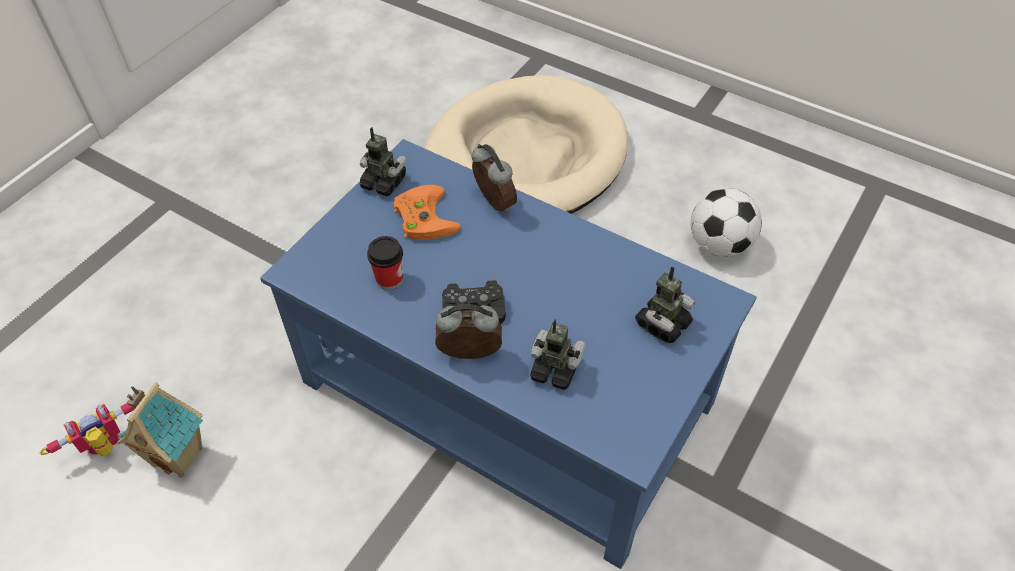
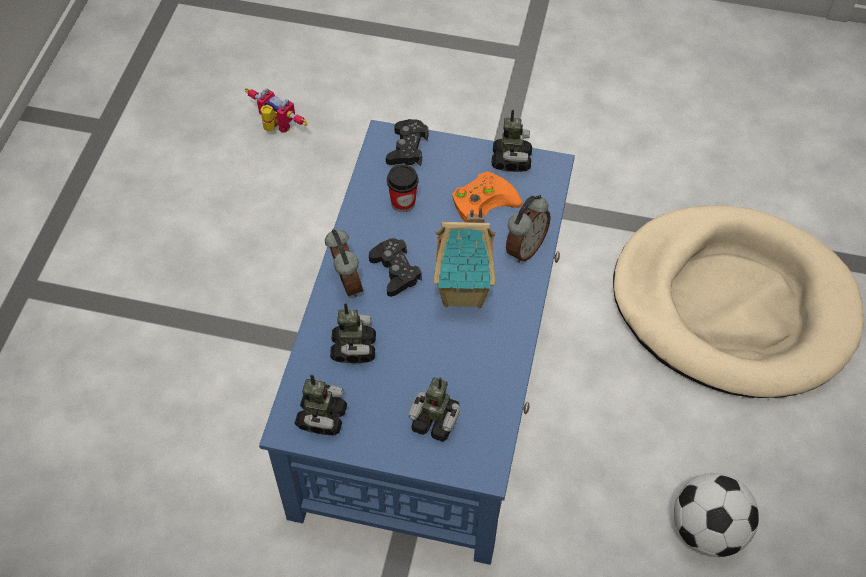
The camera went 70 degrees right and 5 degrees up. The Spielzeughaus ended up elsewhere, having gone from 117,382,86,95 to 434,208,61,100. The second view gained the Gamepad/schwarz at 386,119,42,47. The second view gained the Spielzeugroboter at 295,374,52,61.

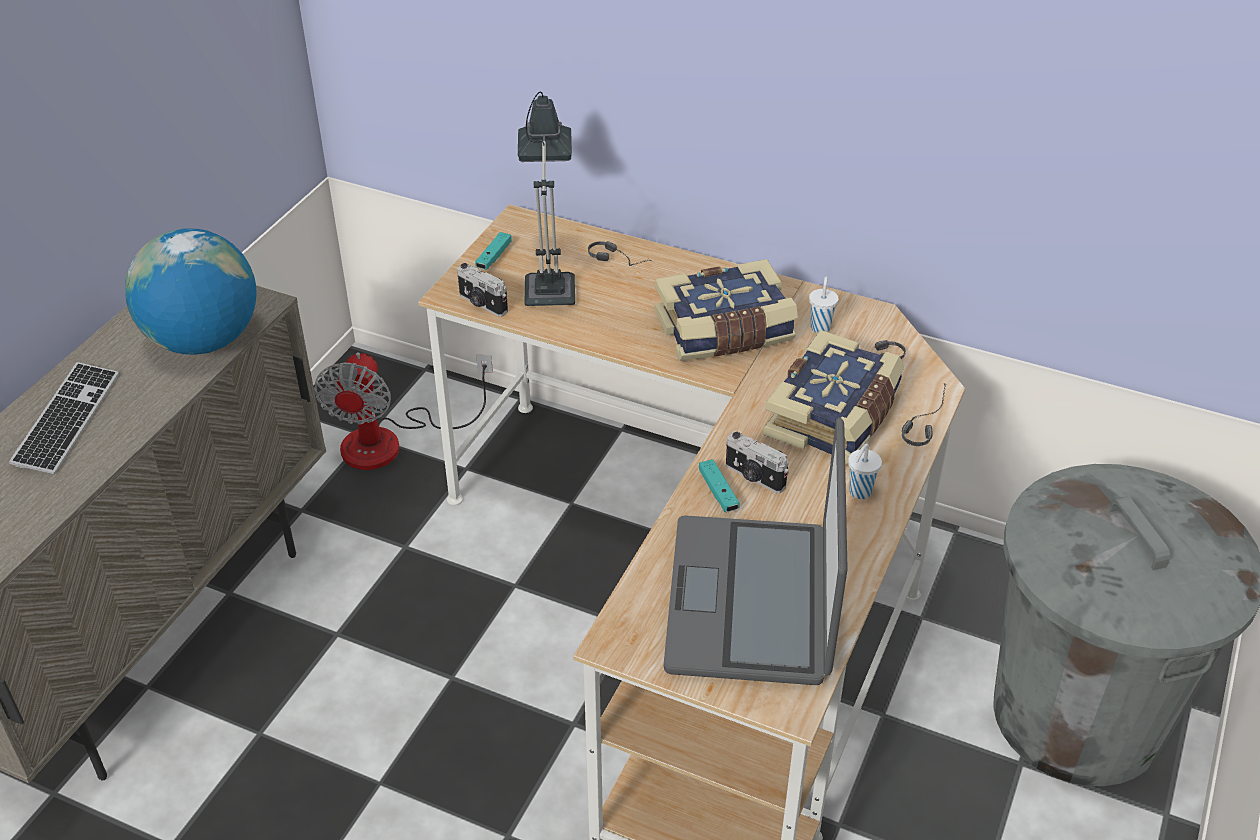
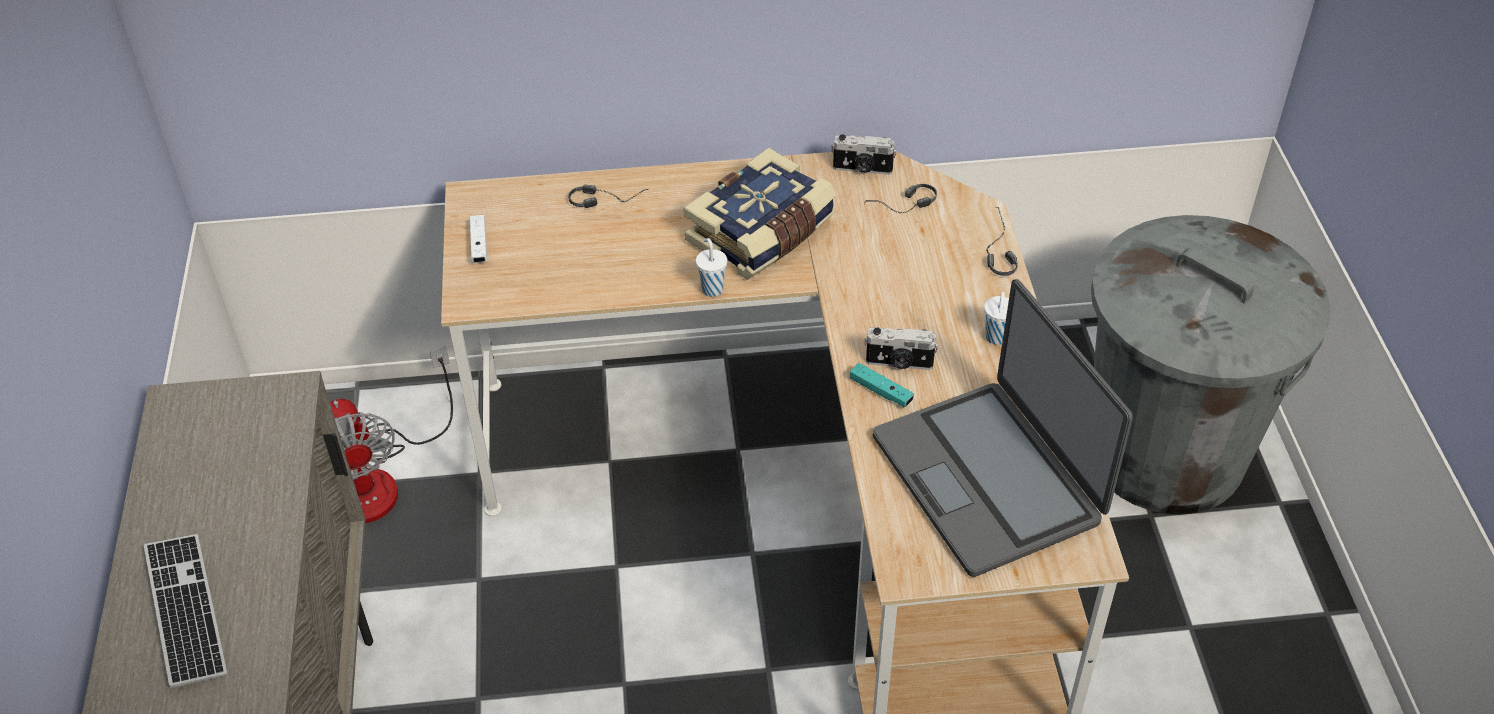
The camera went 30 degrees left and 5 degrees up. The second view lost the Tischlampe at 518,92,57,214. The second view lost the Globus at 125,228,132,127. What was the Gamepad/türkis at 475,232,37,38 turned into the Gamepad/weiß at 470,215,17,48. The Kamera ended up elsewhere, having gone from 457,263,51,54 to 831,134,66,41. The Tasse/weiß ended up elsewhere, having gone from 809,276,30,57 to 696,238,31,59. The second view lost the Buch at 763,330,141,135.

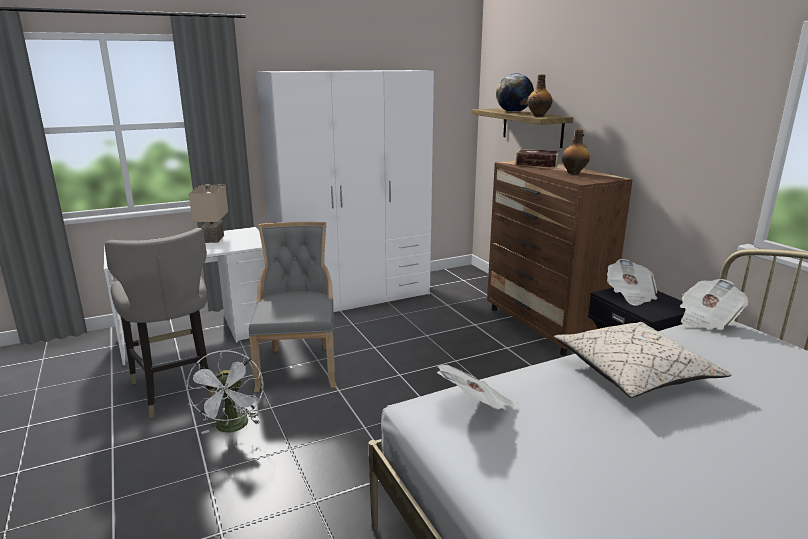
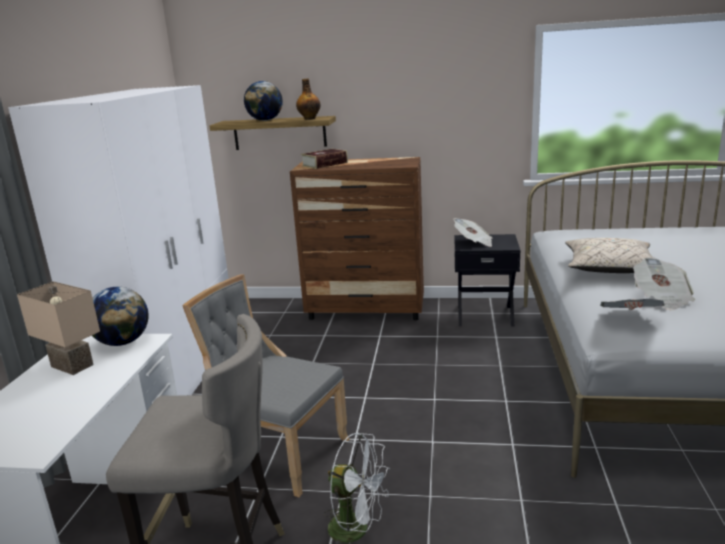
The camera went 55 degrees left and 0 degrees up. The second view lost the Flasche at 562,129,28,45. The Zeitung ended up elsewhere, having gone from 680,279,68,51 to 633,257,62,53. The second view gained the Globus at 92,287,57,59.

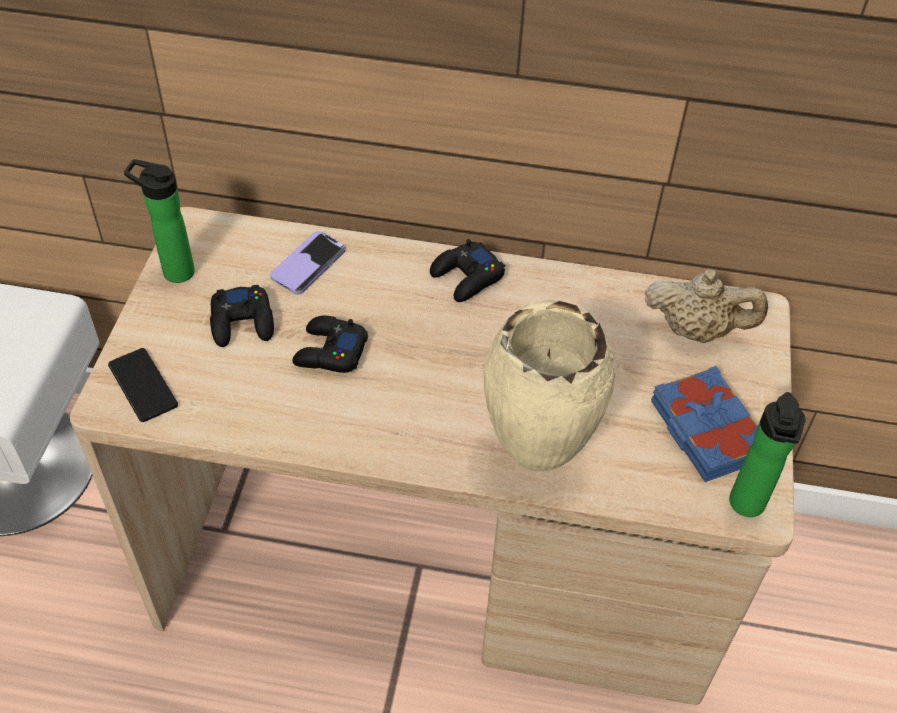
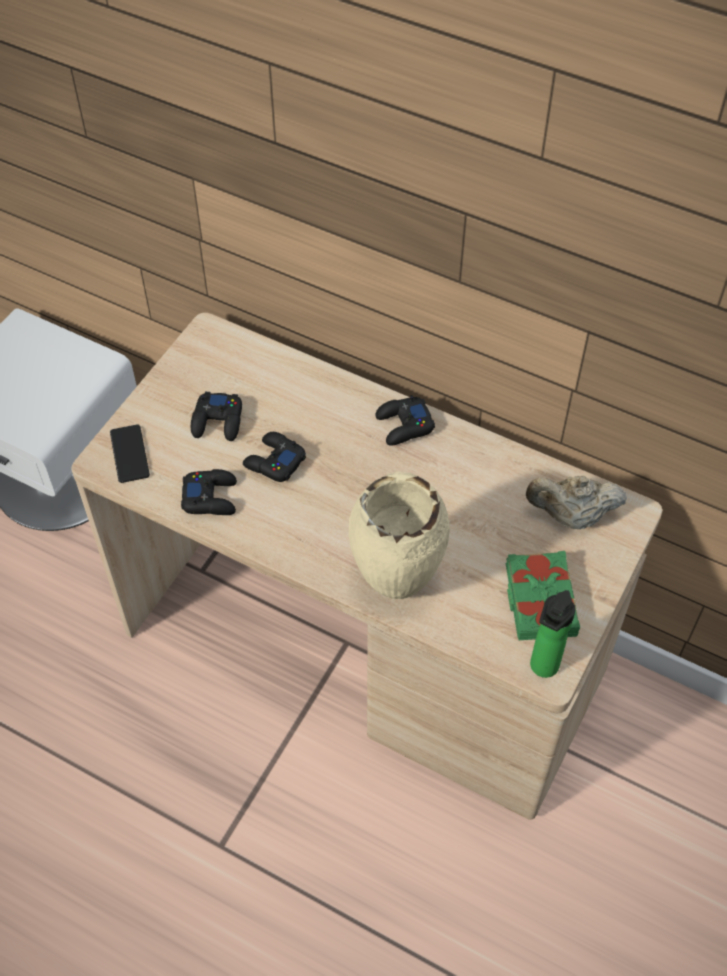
The camera went 20 degrees right and 5 degrees up. The second view lost the Flasche at 124,159,71,124. The second view lost the Handy at 271,231,74,64. The Teekanne/beige at 645,270,123,73 ended up facing another way, 150 degrees clockwise from before. What was the Buch/blau at 651,366,107,116 turned into the Buch/grün at 506,551,74,89. The second view gained the Gamepad/schwarz at 181,469,56,46.

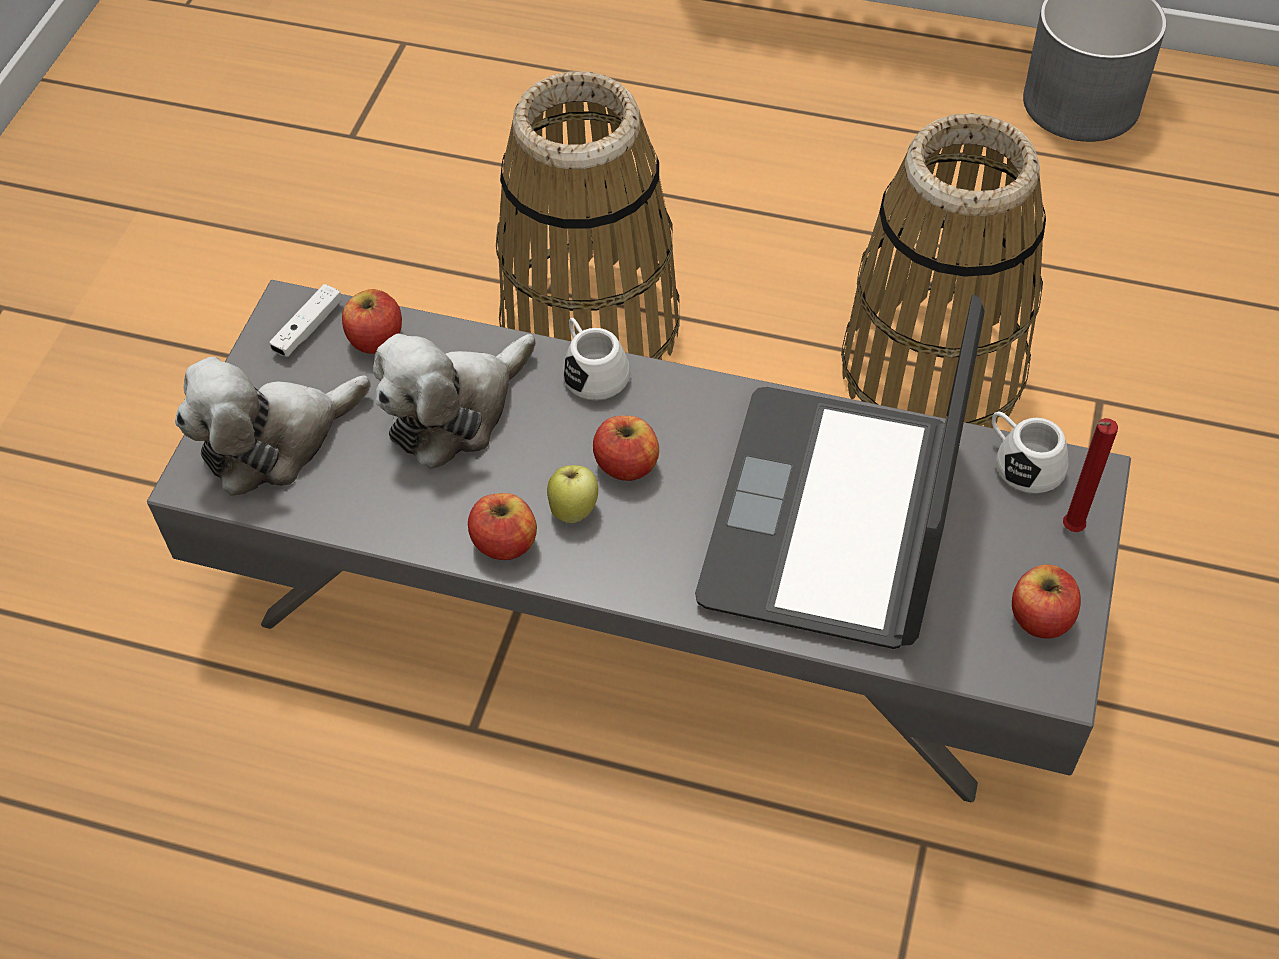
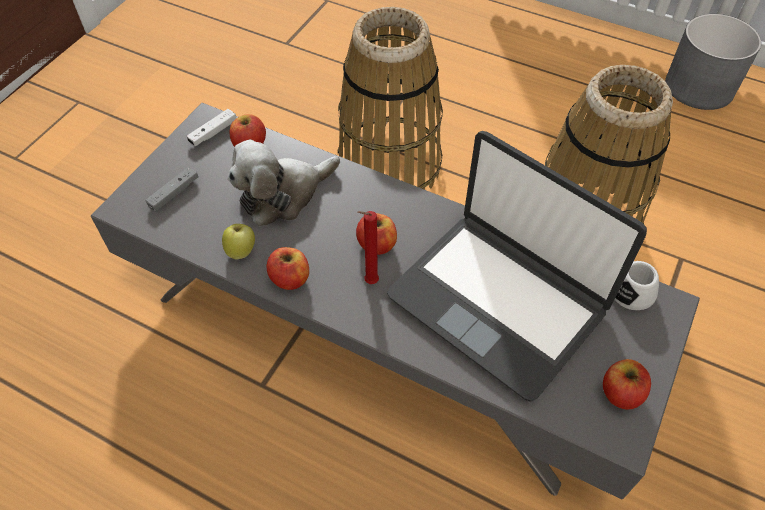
The camera went 10 degrees right and 0 degrees up. The Laptop at 695,294,290,355 ended up facing another way, 75 degrees counterclockwise from before. The second view lost the Henkelbecher/weiß at 563,318,67,83. Where the Plüschtier stood at 175,357,196,139, the Gamepad/grau came to stand at 145,167,53,45. The Kerze/rot ended up elsewhere, having gone from 1063,418,55,114 to 357,211,22,73. The Apfel ended up elsewhere, having gone from 547,465,51,58 to 222,224,33,36.

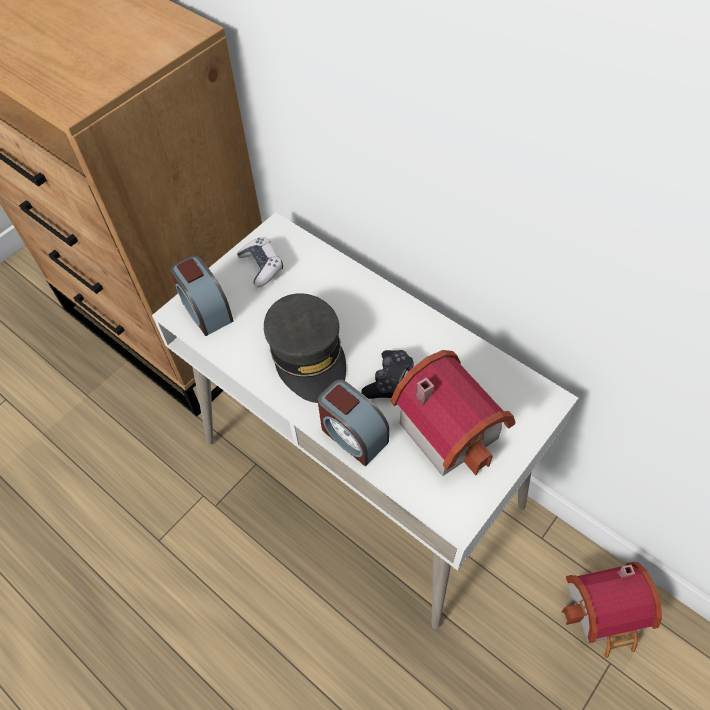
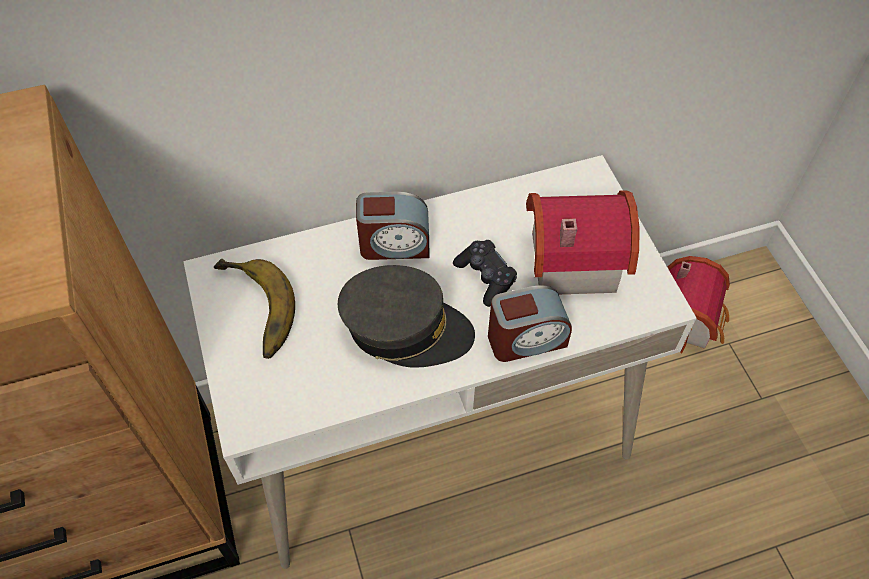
The camera went 60 degrees left and 0 degrees up. Where the Gamepad stood at 237,237,46,50, the Banane came to stand at 214,259,81,100. The Wecker ended up elsewhere, having gone from 170,255,63,81 to 356,192,73,68.

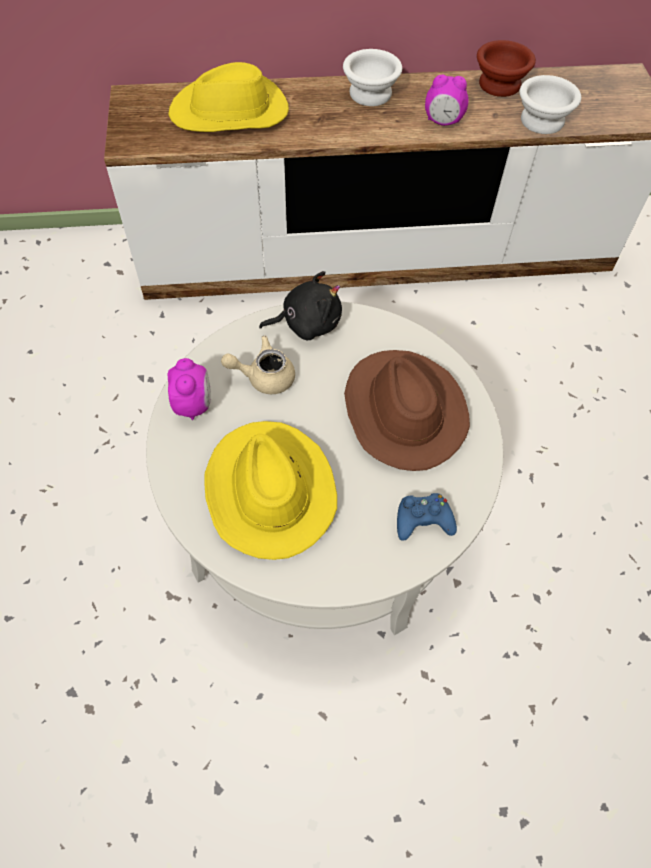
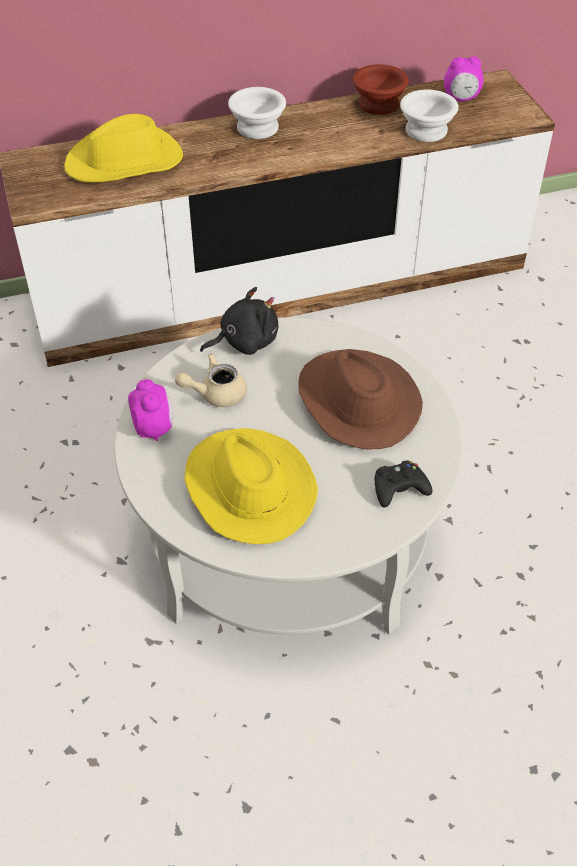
The camera went 10 degrees left and 10 degrees down. The Wecker ended up elsewhere, having gone from 425,75,43,51 to 444,56,40,46. What was the Gamepad/blau at 397,493,60,48 turned into the Gamepad/schwarz at 374,460,58,47.

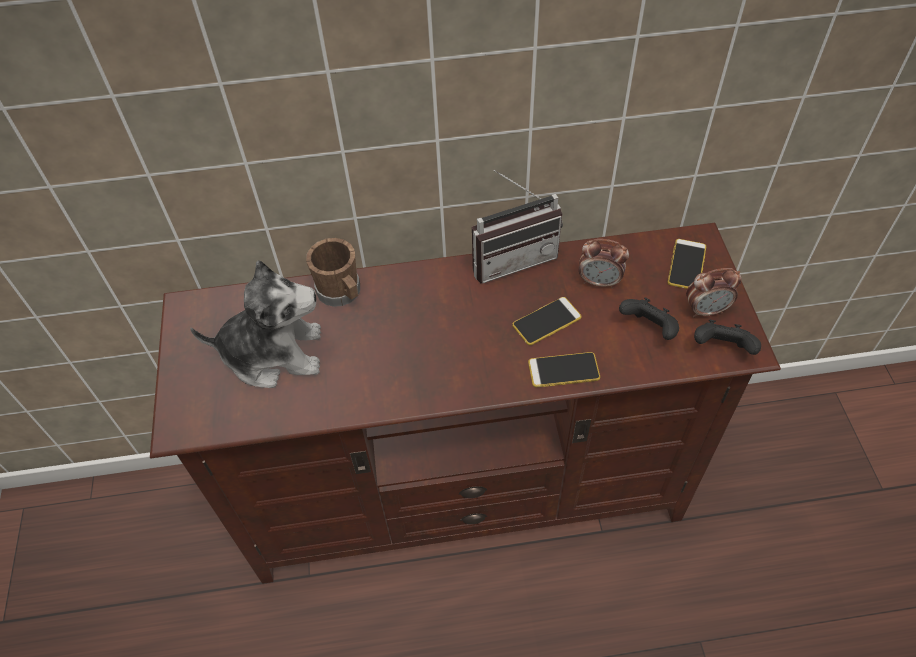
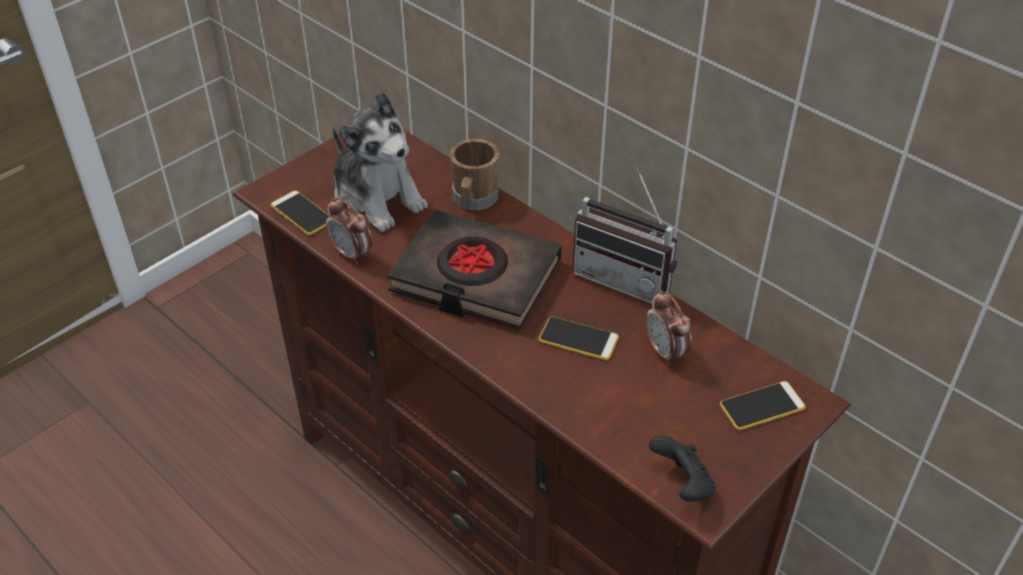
The camera went 50 degrees right and 10 degrees down. The Wecker ended up elsewhere, having gone from 686,268,56,50 to 326,197,47,67. The second view lost the Gamepad/schwarz at 619,297,60,43. The Handy ended up elsewhere, having gone from 528,352,72,35 to 271,191,58,44. The second view gained the Buch/schwarz at 387,210,175,120.

